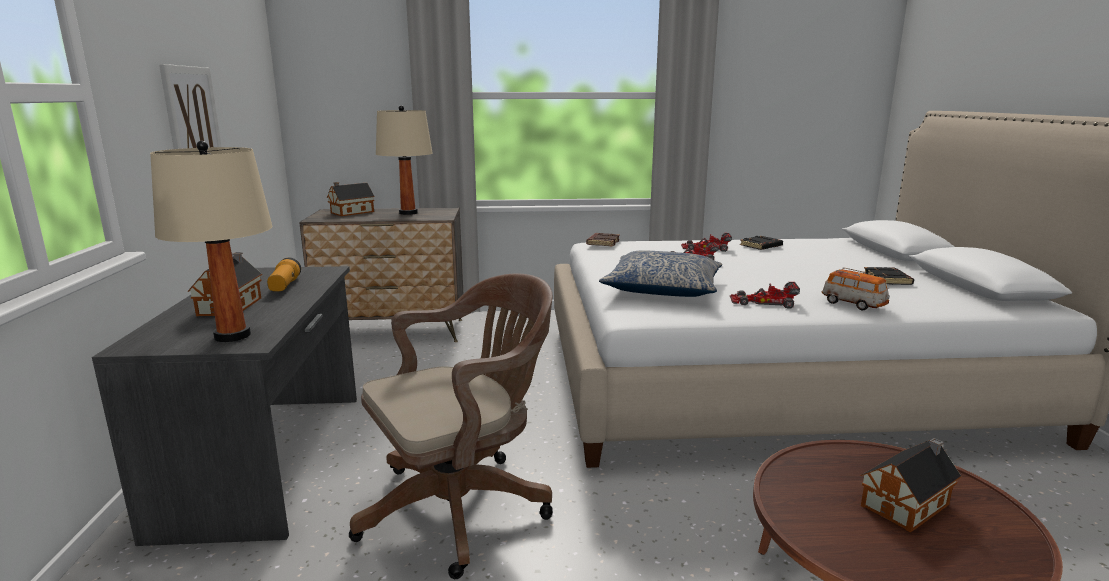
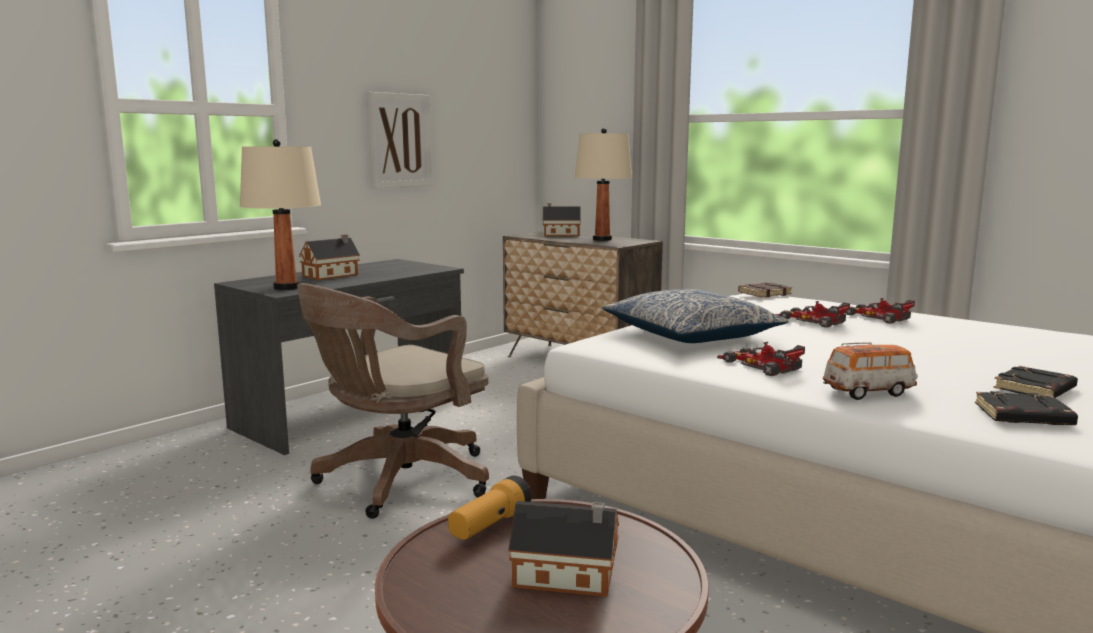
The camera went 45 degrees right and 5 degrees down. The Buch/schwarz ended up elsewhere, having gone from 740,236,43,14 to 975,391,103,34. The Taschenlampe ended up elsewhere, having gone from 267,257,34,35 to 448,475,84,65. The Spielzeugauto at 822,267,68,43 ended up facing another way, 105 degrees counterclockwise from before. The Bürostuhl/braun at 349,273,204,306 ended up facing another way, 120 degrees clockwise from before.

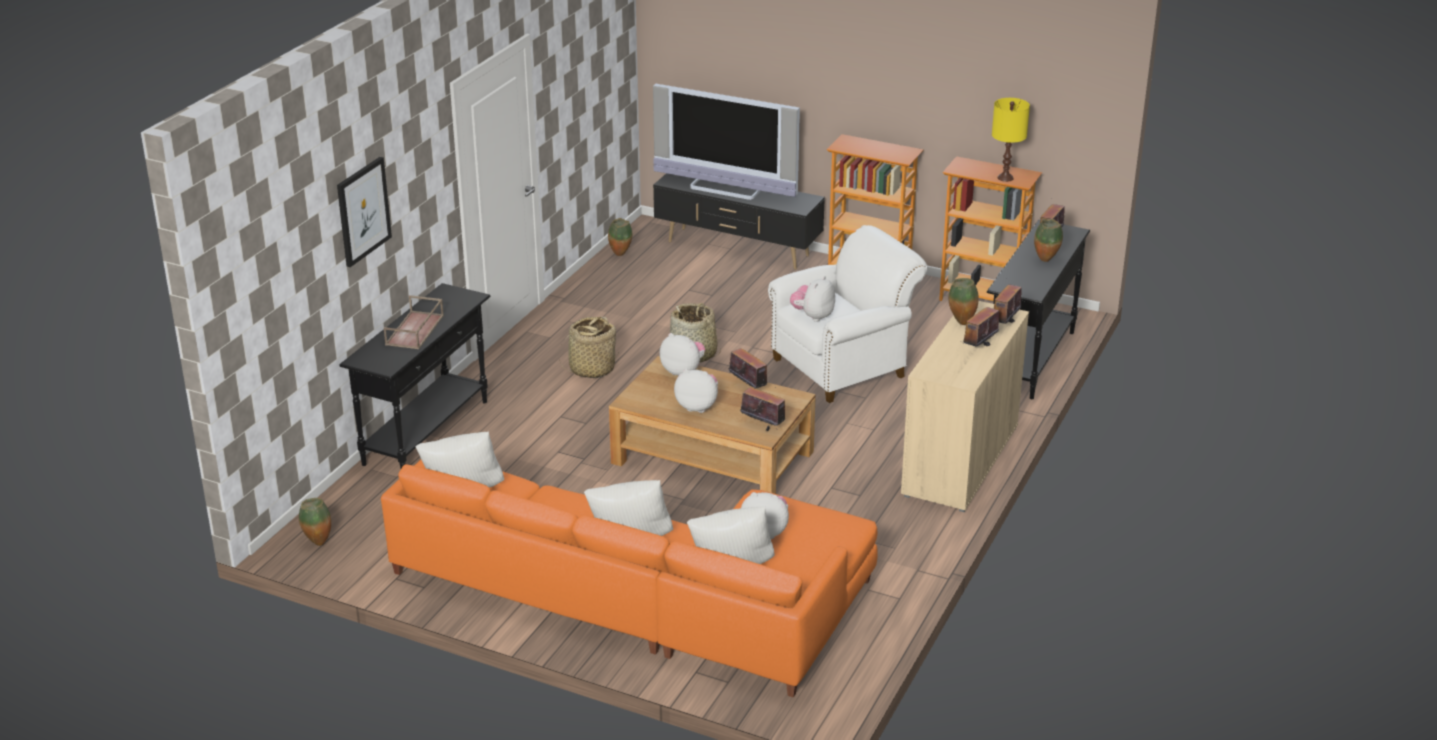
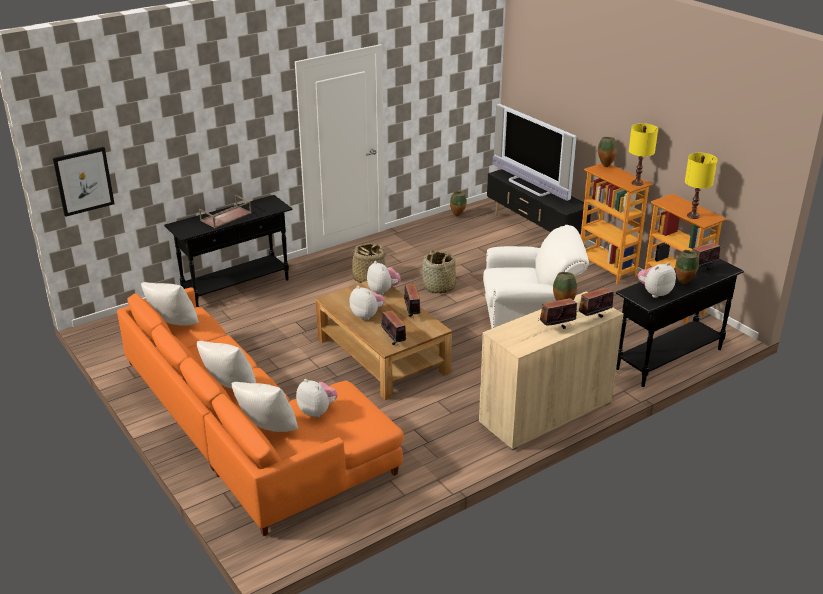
The camera went 30 degrees right and 0 degrees up. The Bild ended up elsewhere, having gone from 337,157,55,110 to 53,147,62,70. The Plüschtier ended up elsewhere, having gone from 790,276,45,46 to 638,263,38,35. The Vase ended up elsewhere, having gone from 299,498,32,48 to 598,137,19,30. The second view gained the Tischlampe/gelb at 629,123,29,63.

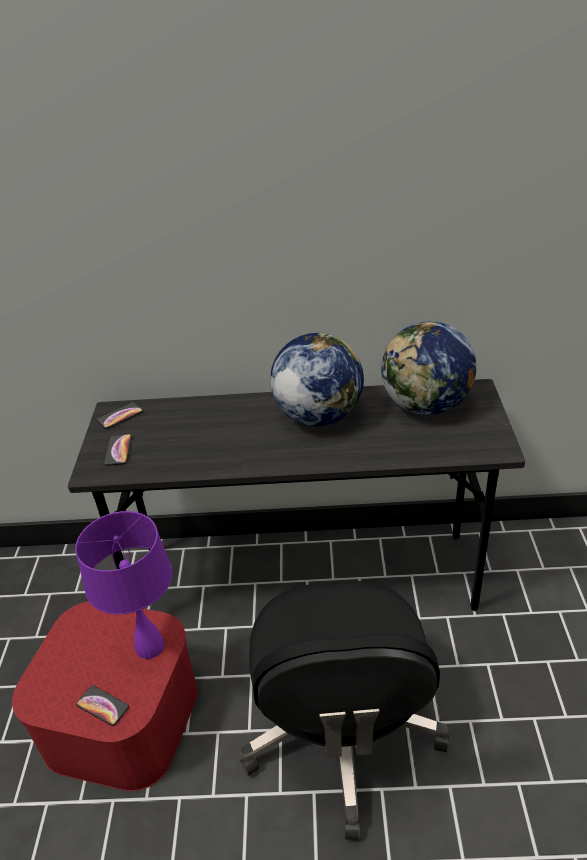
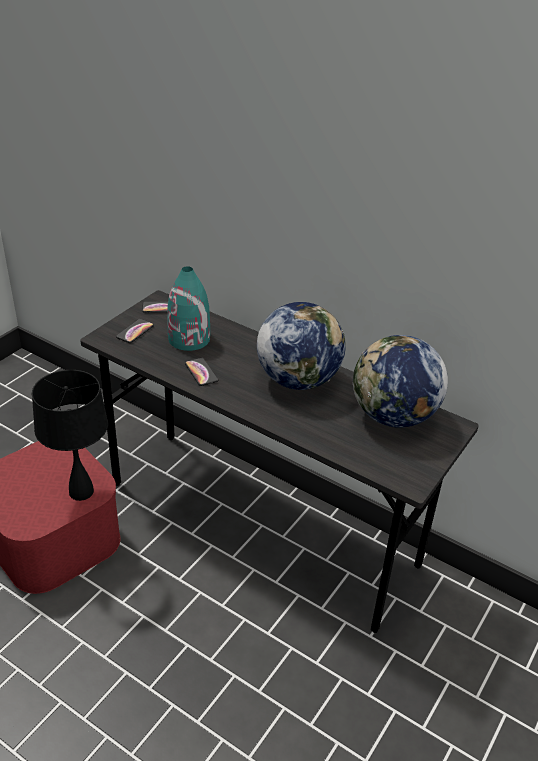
The camera went 30 degrees right and 0 degrees up. What was the Tischlampe/lila at 75,511,97,148 turned into the Tischlampe/schwarz at 32,370,76,131. The second view lost the Bürostuhl/schwarz at 240,581,209,260. The Handy ended up elsewhere, having gone from 76,686,53,40 to 185,358,33,28. The second view gained the Vase/türkis at 167,266,43,85.

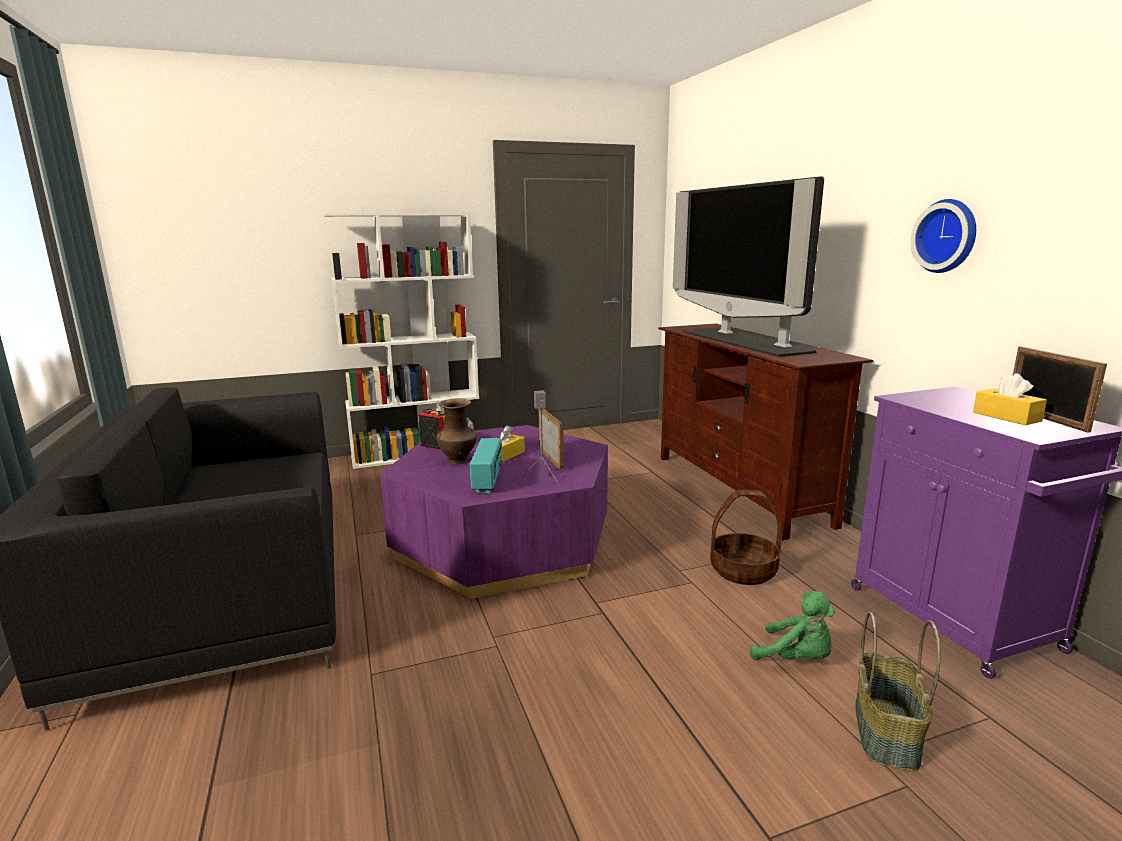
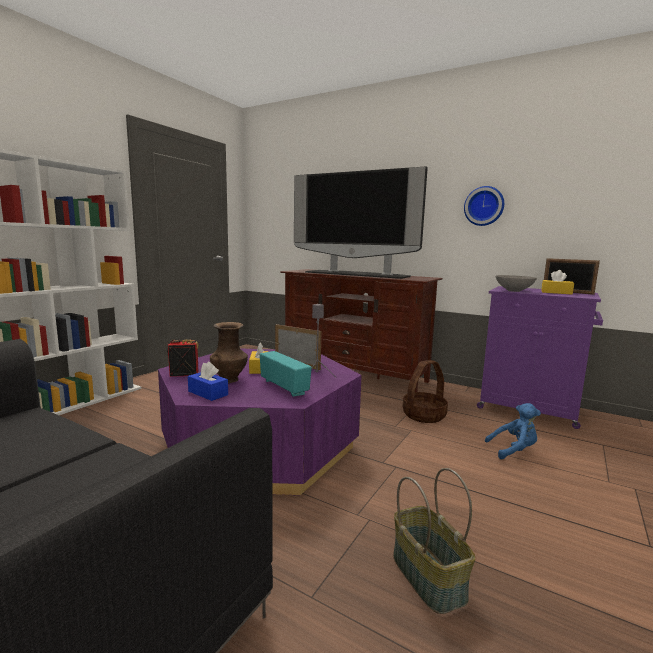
The camera went 40 degrees left and 5 degrees down. What was the Plüschtier/grün at 750,591,85,69 turned into the Plüschtier/blau at 485,403,56,56. The Korb ended up elsewhere, having gone from 855,612,85,159 to 393,468,82,146. The second view gained the Schüssel/grau at 496,275,41,17. The second view gained the Taschentuchbox/blau at 188,362,40,39.

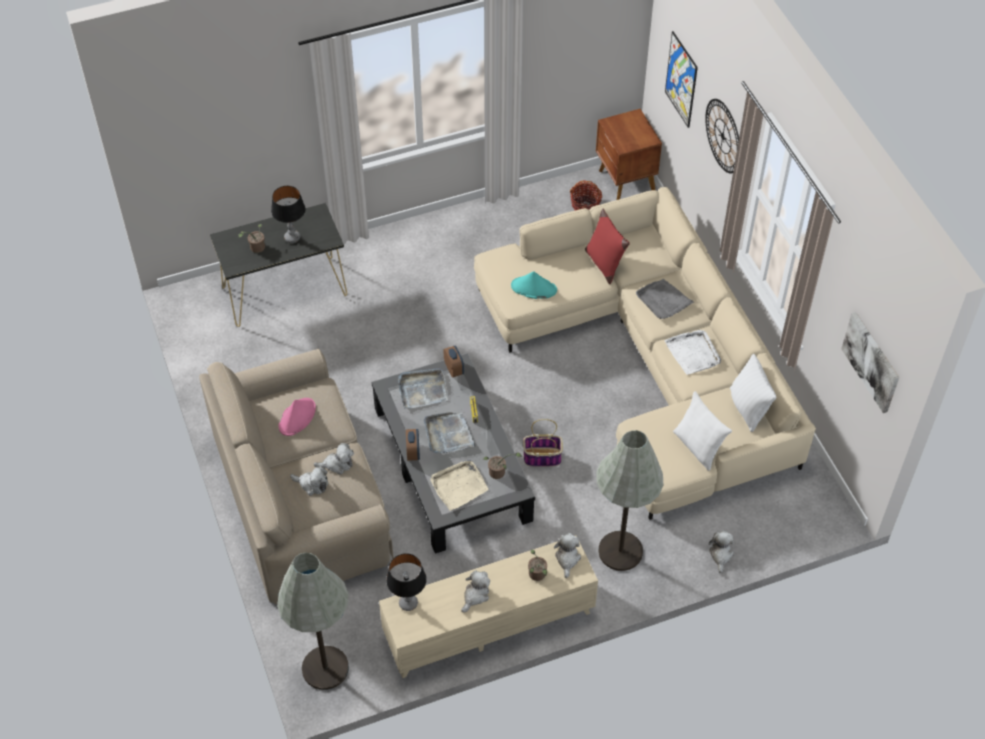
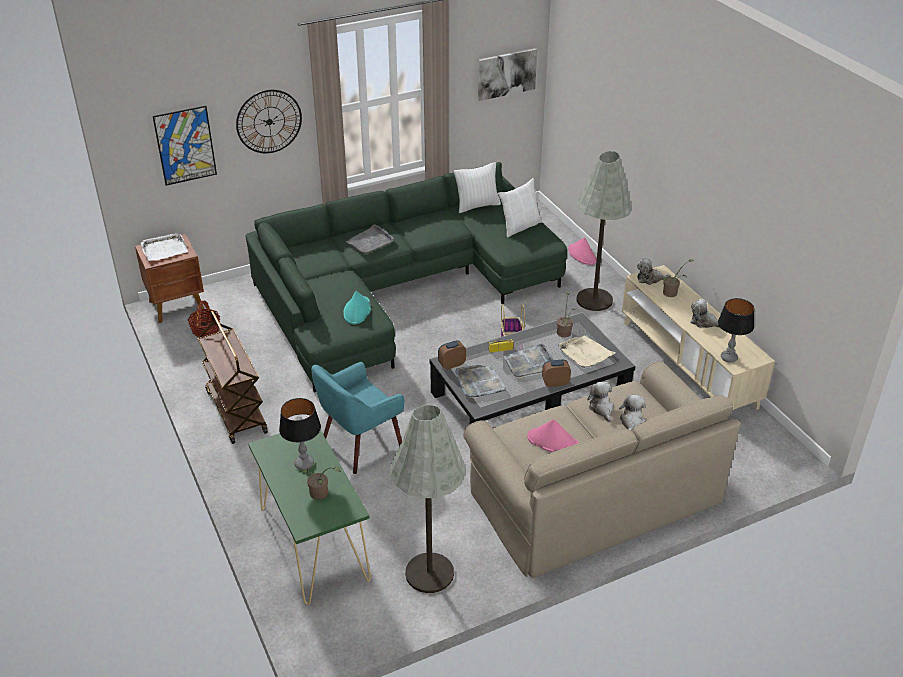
The camera went 95 degrees left and 15 degrees down. What was the Sofa/beige at 474,187,342,333 turned into the Sofa/grün at 245,162,322,230. What was the Konsolentisch/schwarz at 210,203,137,124 turned into the Konsolentisch/grün at 248,430,123,175. The second view lost the Kissen/rot at 585,209,45,75. The Tablett/weiß ended up elsewhere, having gone from 664,330,57,45 to 141,233,47,28. Where the Plüschtier stood at 708,530,26,43, the Hut/rosa came to stand at 568,237,29,28. The Stehlampe/grau ended up elsewhere, having gone from 277,553,72,137 to 390,405,75,188. The second view gained the Rollwagen/braun at 198,310,70,134. The second view gained the Sessel/türkis at 312,362,93,112.

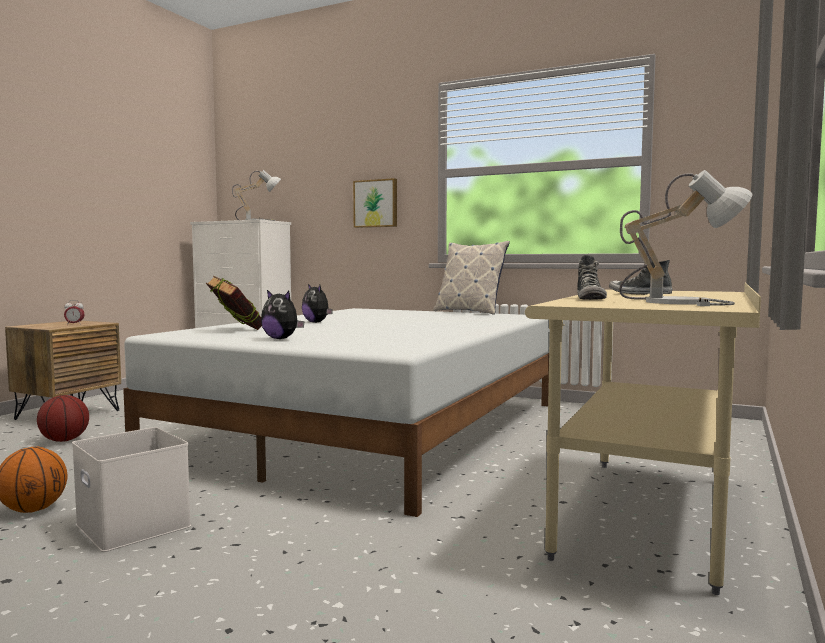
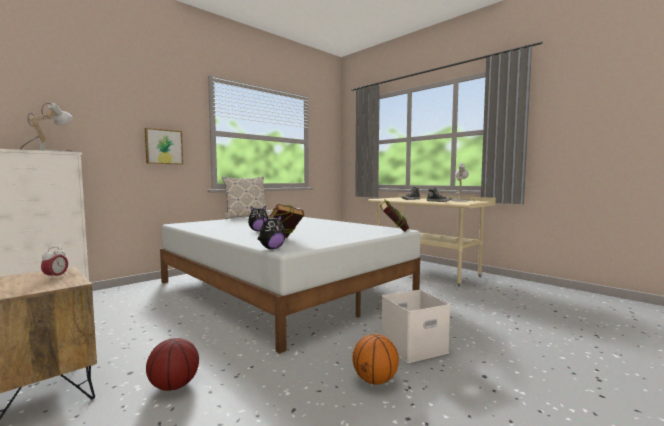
The camera went 70 degrees left and 0 degrees up. The Plüschtier ended up elsewhere, having gone from 261,290,44,49 to 258,214,28,35. The second view gained the Buch at 380,199,29,33.

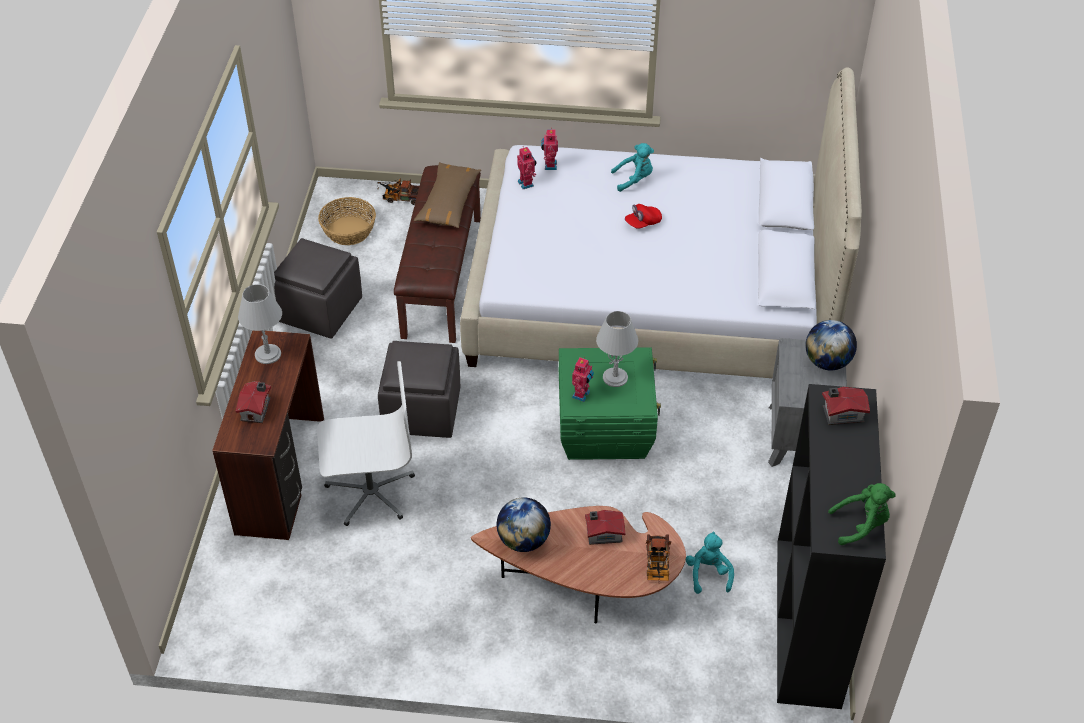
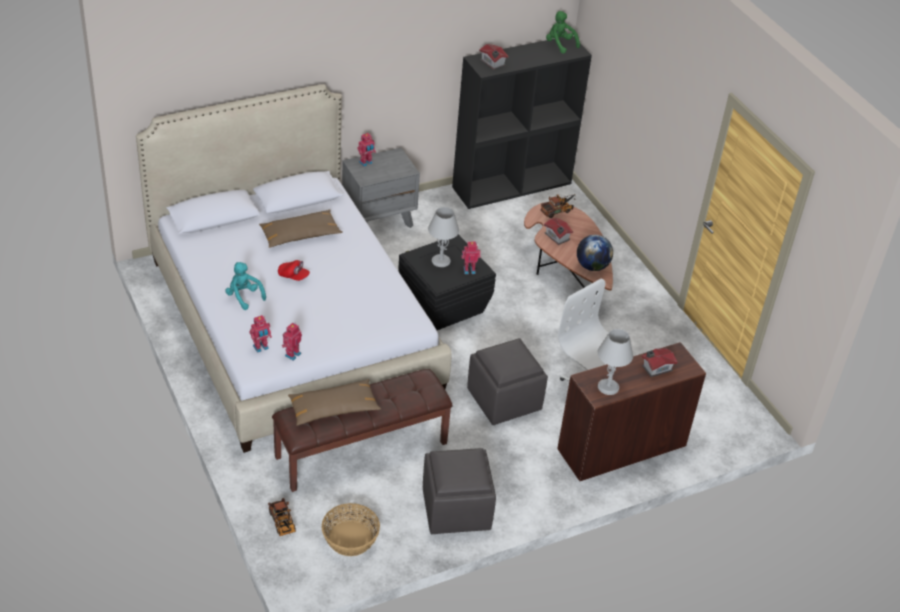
The camera went 125 degrees left and 5 degrees down. Where the Globus stood at 805,320,52,50, the Spielzeugroboter came to stand at 357,133,19,34. What was the Aufbewahrungsbox/grün at 559,347,102,113 turned into the Aufbewahrungsbox/schwarz at 398,234,98,96. The second view lost the Plüschtier/türkis at 686,531,48,63. The second view gained the Kissen/braun at 259,209,84,39.

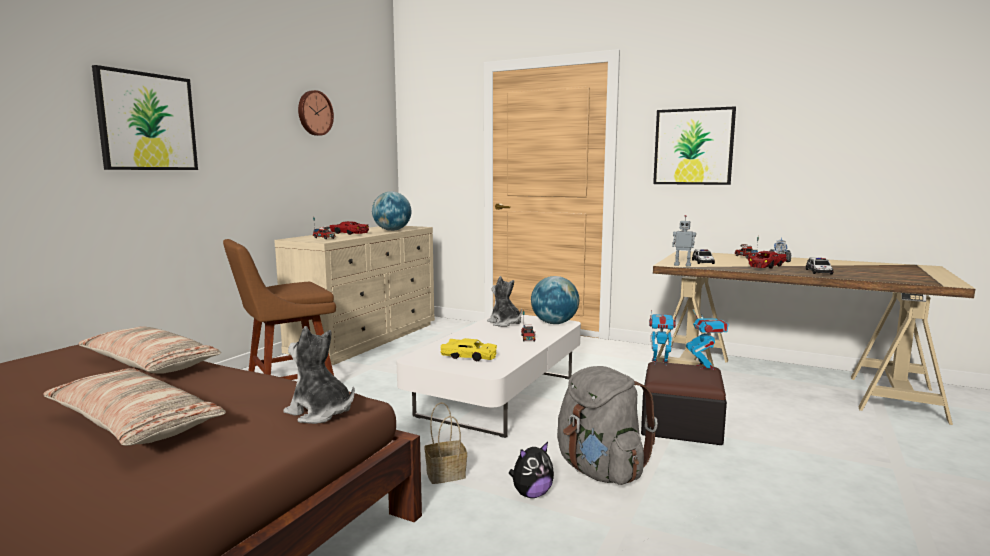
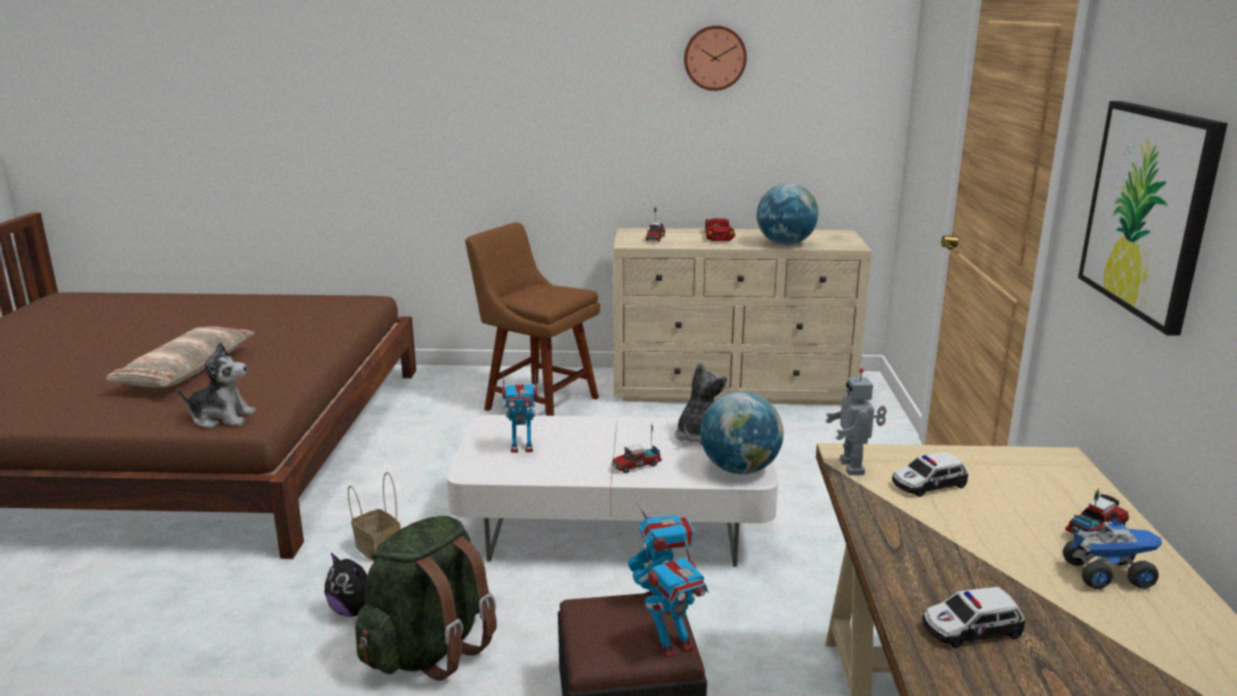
The camera went 65 degrees right and 10 degrees up. The second view lost the Bild at 92,65,106,105. The second view lost the Spielzeugauto/rot at 748,251,39,18. The second view lost the Kissen at 79,326,142,48. The Plüschtier at 283,326,72,98 ended up facing another way, 90 degrees clockwise from before. Where the Spielzeugauto/gelb stood at 440,338,57,23, the Spielzeugroboter came to stand at 502,369,36,84. What was the Rucksack/grau at 557,366,101,119 turned into the Rucksack/grün at 355,516,142,165.

